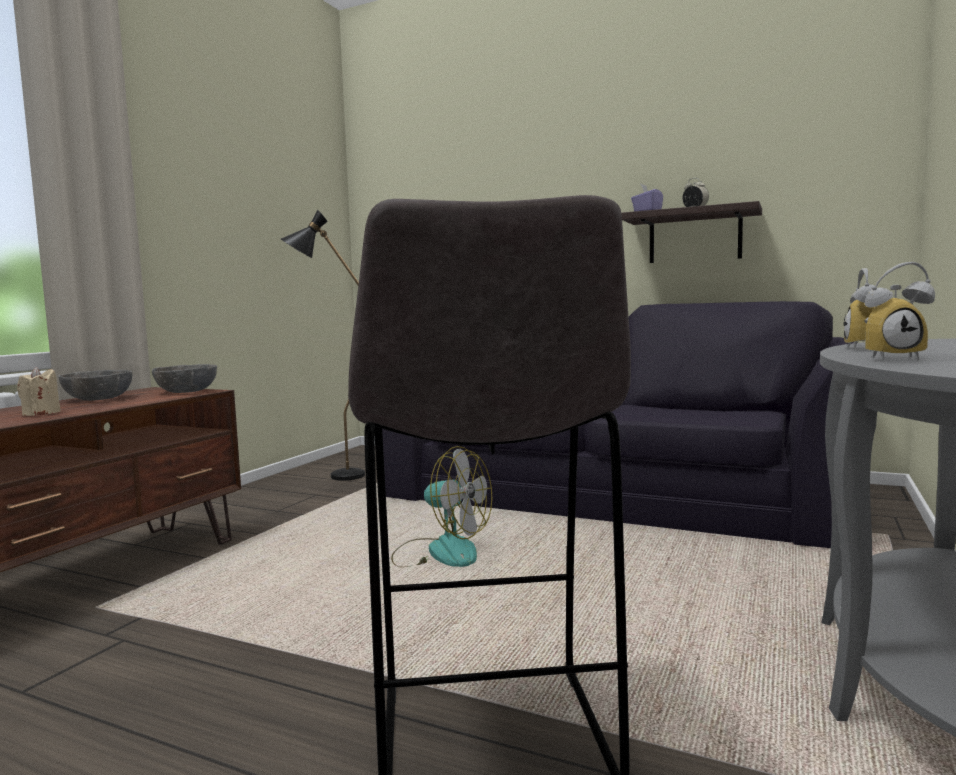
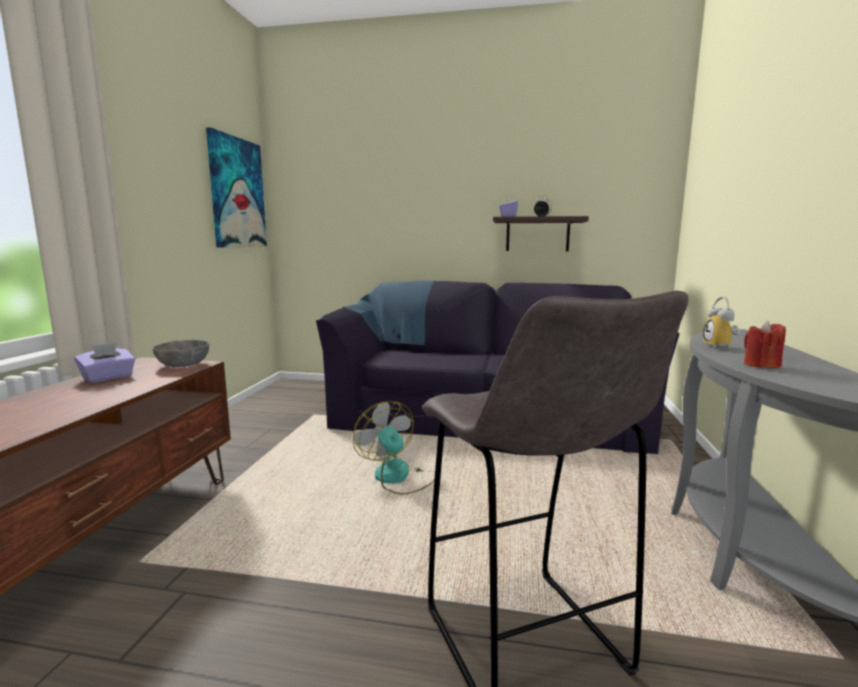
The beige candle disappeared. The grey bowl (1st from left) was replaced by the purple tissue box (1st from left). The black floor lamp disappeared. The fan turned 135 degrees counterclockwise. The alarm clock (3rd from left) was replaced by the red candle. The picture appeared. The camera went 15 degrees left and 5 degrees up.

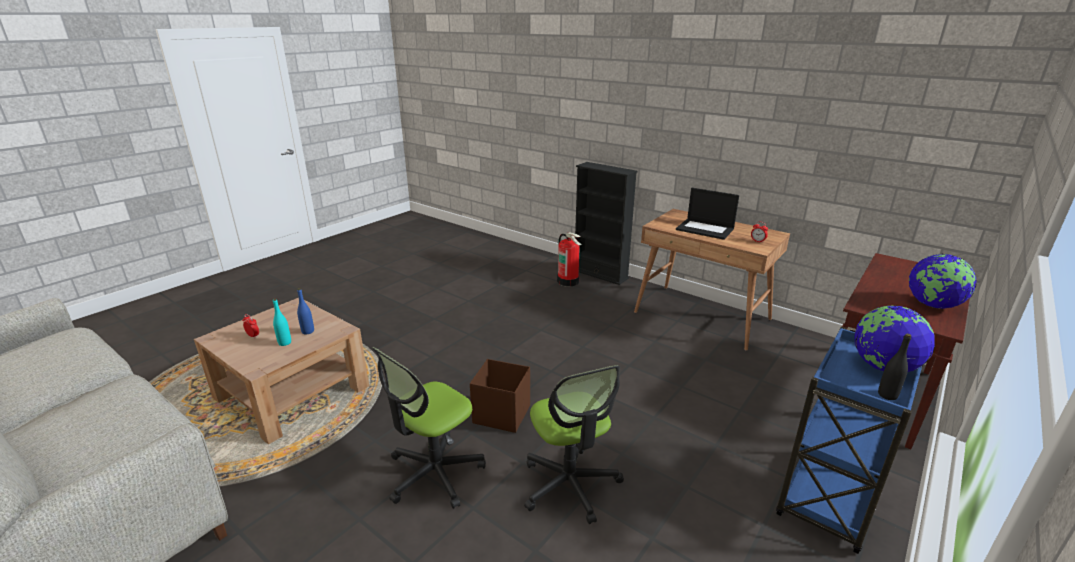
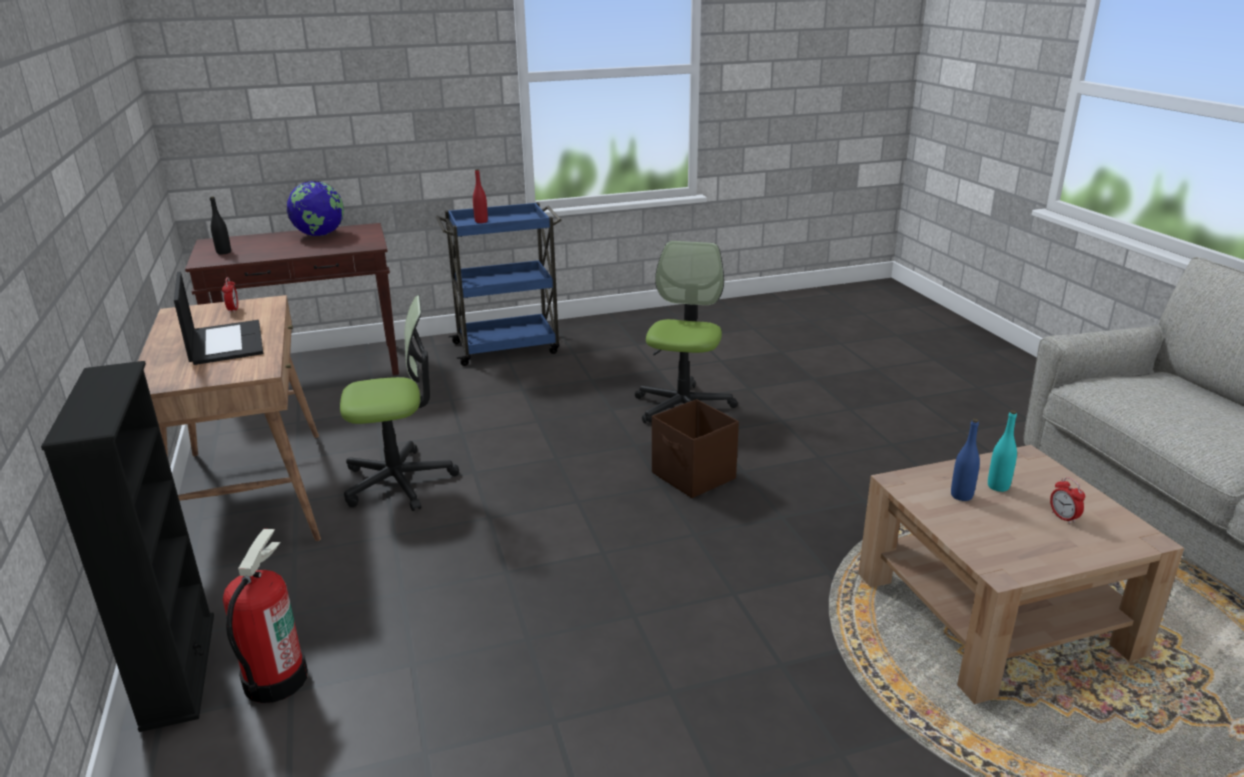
The office chair (1st from left) moved. The globe (1st from left) was replaced by the red bottle. The black bottle moved. The camera went 145 degrees left and 0 degrees up.

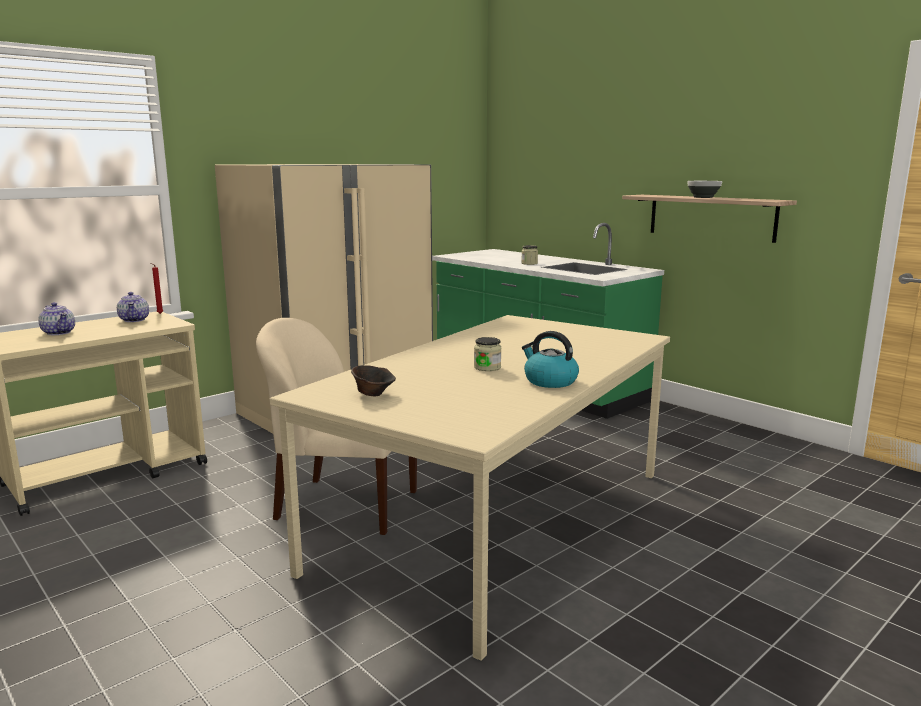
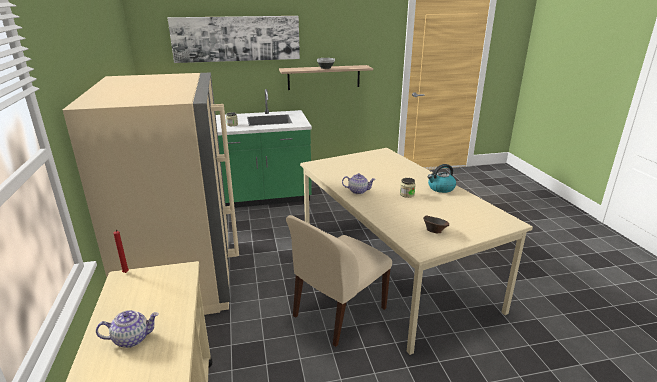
The teapot (2nd from left) moved. The picture appeared. The camera went 60 degrees left and 10 degrees up.

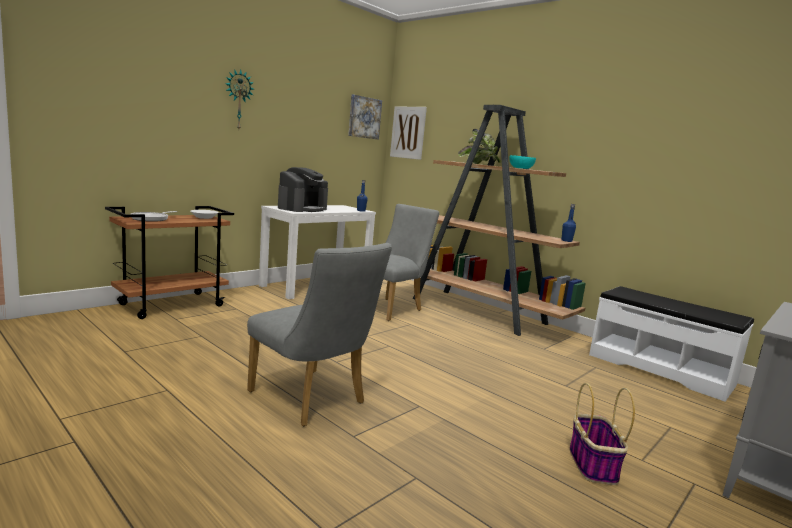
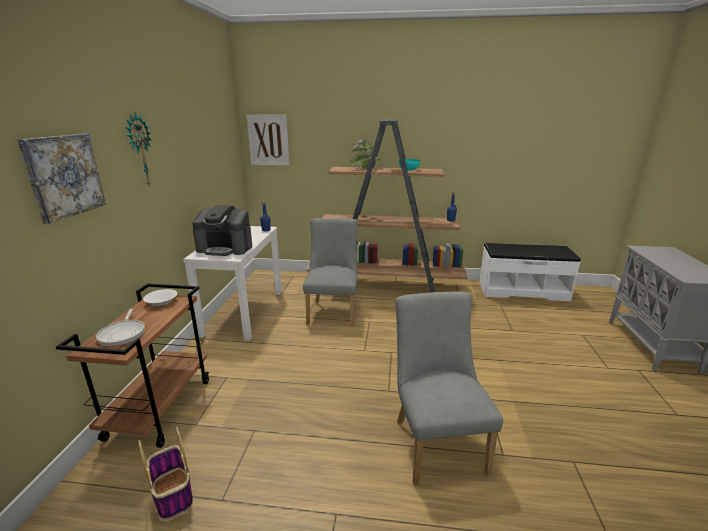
The grey chair (1st from left in the first image) turned 105 degrees counterclockwise. The coffee machine turned 105 degrees clockwise. The picture (1st from left) moved. The basket moved. The camera went 35 degrees left and 10 degrees up.

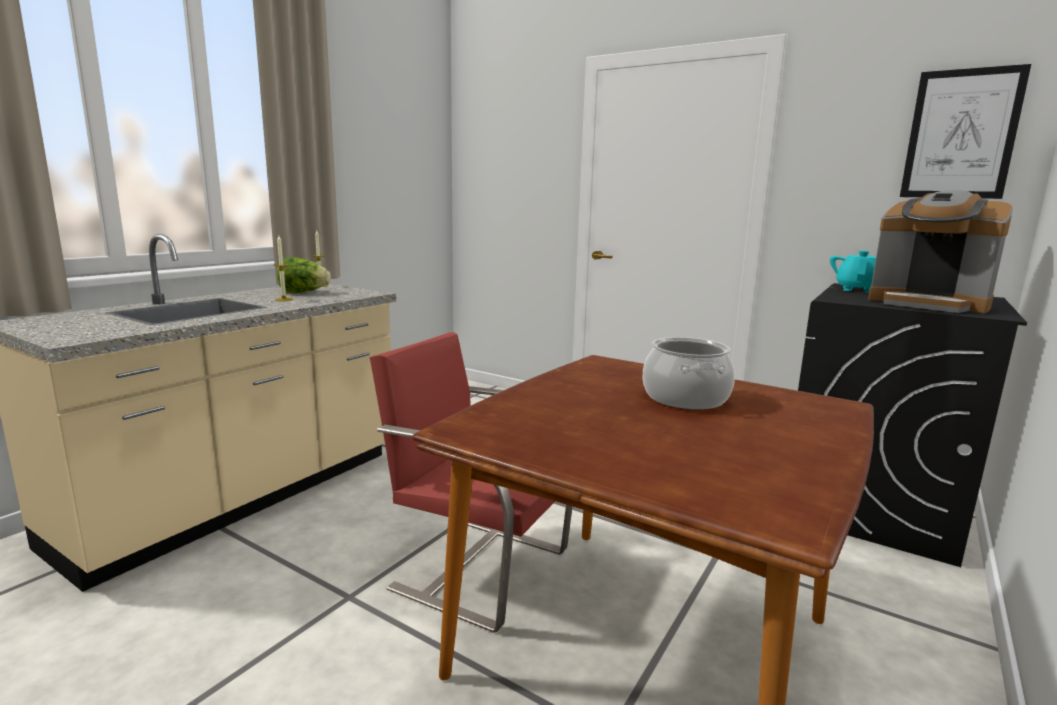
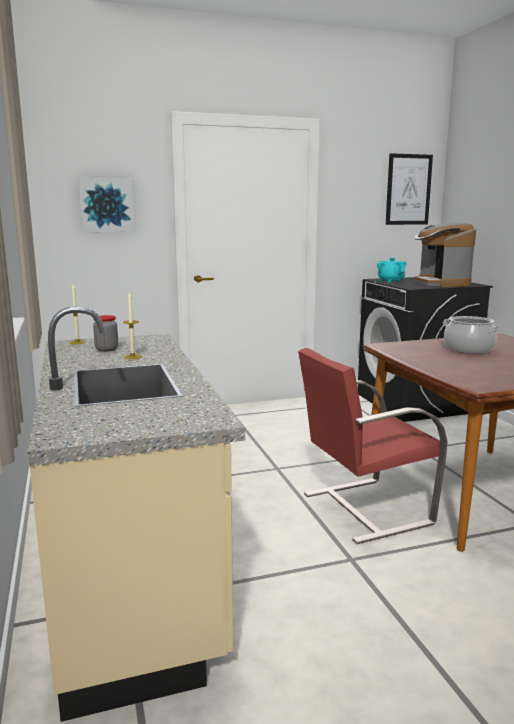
The lettuce was replaced by the jar. The coffee machine turned 90 degrees clockwise. The picture (1st from left) appeared. The camera went 50 degrees left and 0 degrees up.

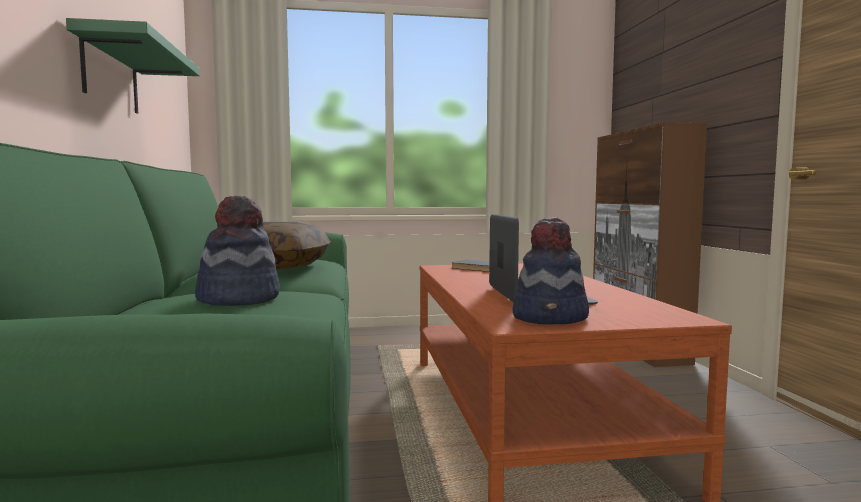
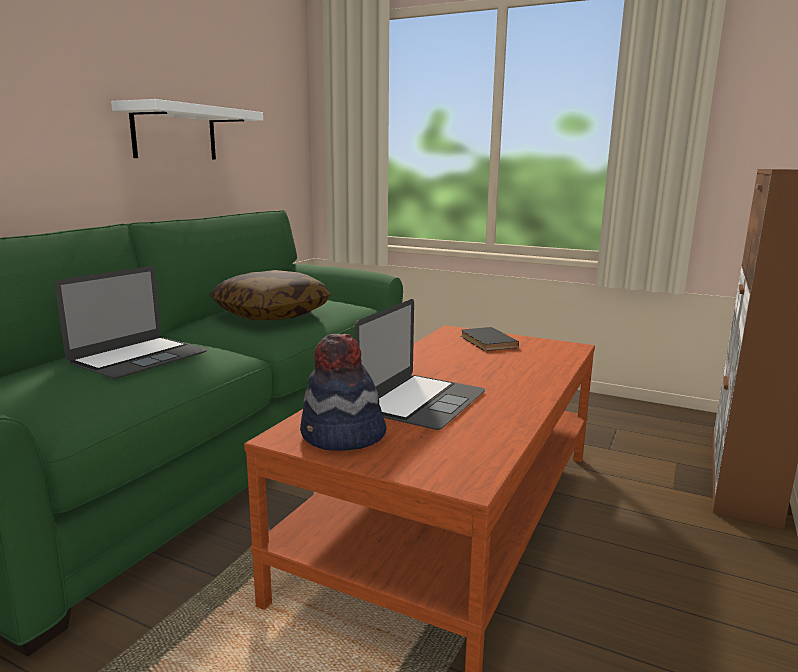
The green shelf became the white shelf. The hat (1st from left) was replaced by the laptop (1st from left). The camera went 35 degrees right and 10 degrees up.

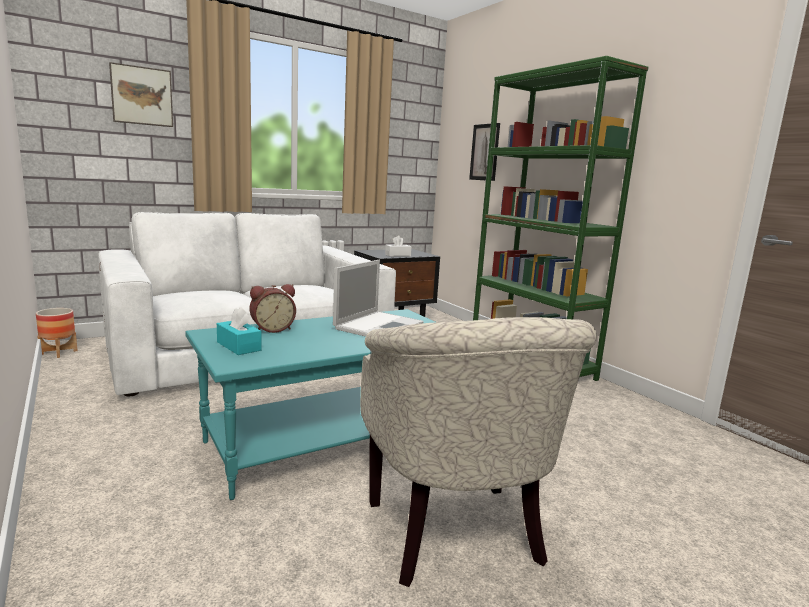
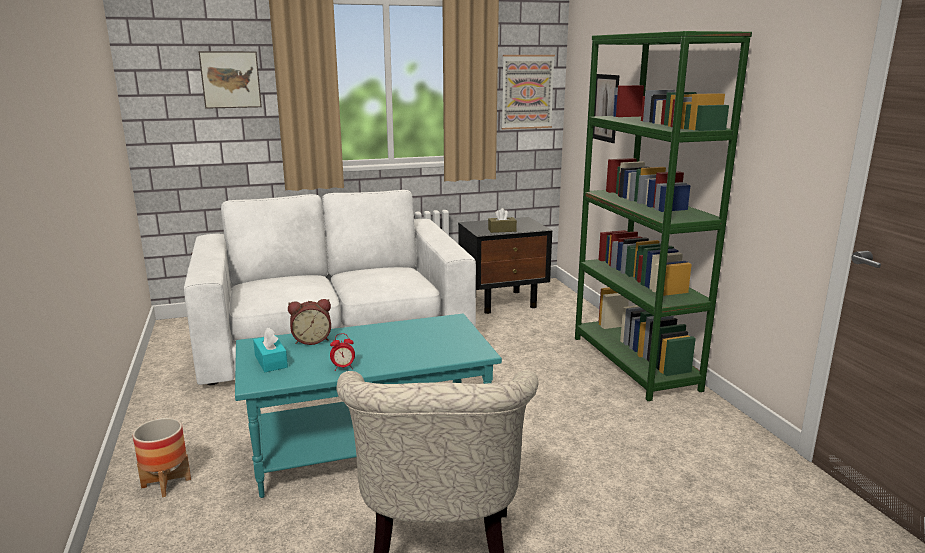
The planter moved. The laptop disappeared. The white tissue box became the brown tissue box. The alarm clock (2nd from left) appeared. The picture (2nd from left) appeared. The camera went 15 degrees right and 5 degrees up.

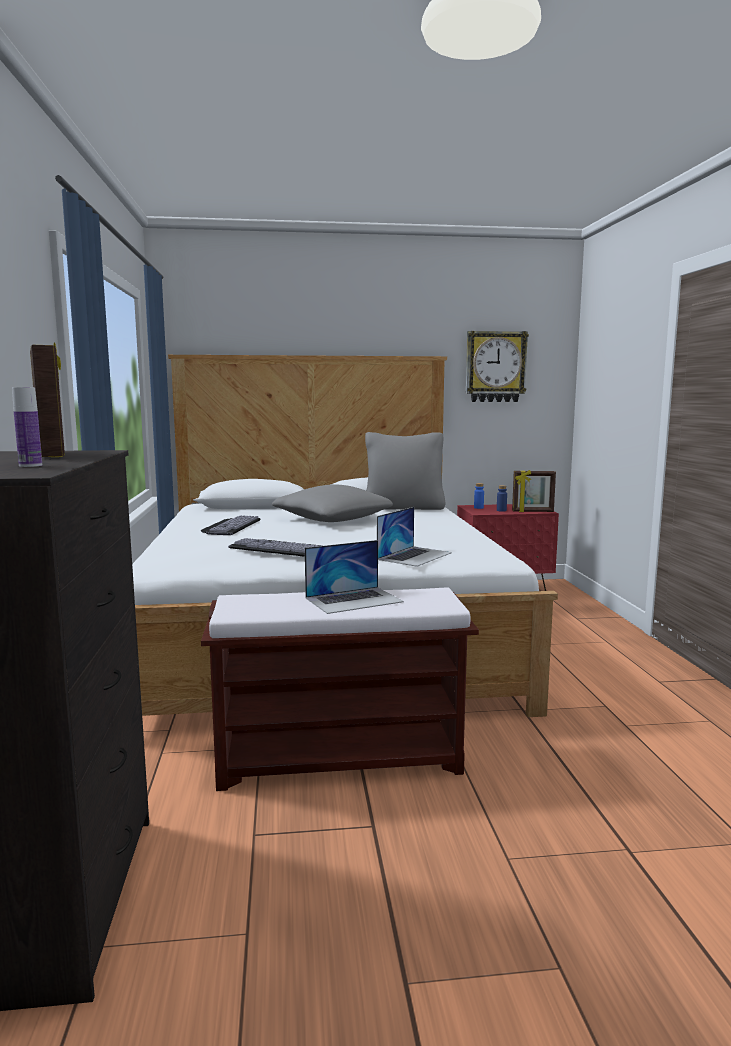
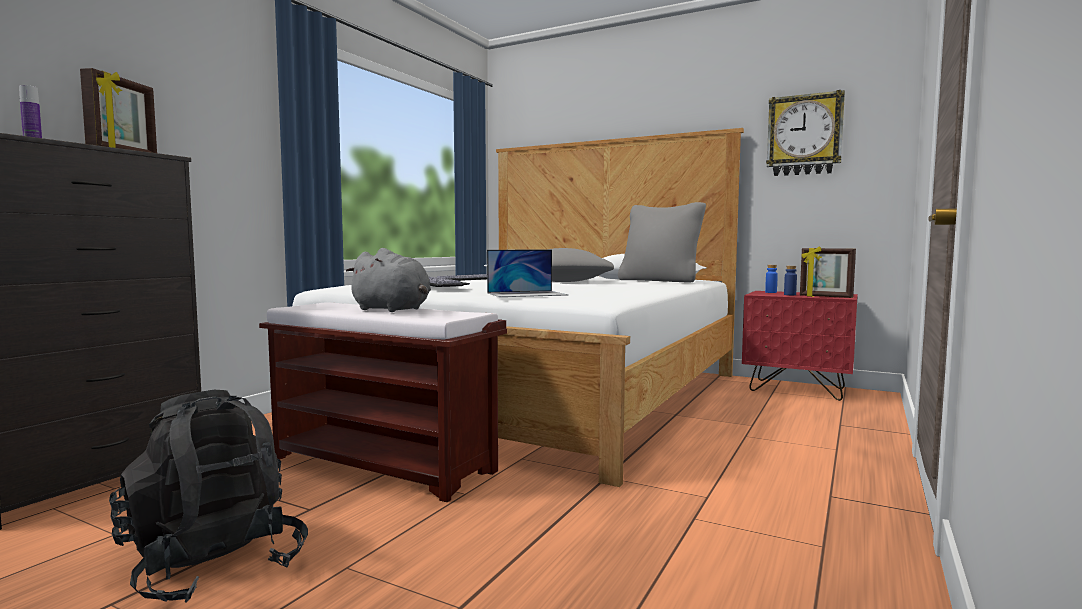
The laptop (1st from left) was replaced by the grey plush toy. The black backpack appeared. The camera went 35 degrees right and 5 degrees down.

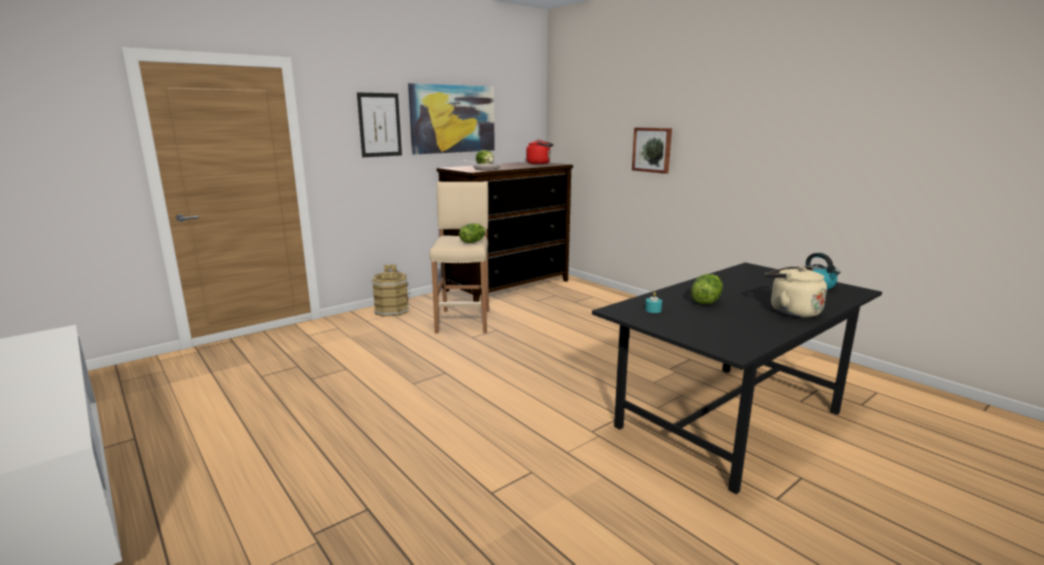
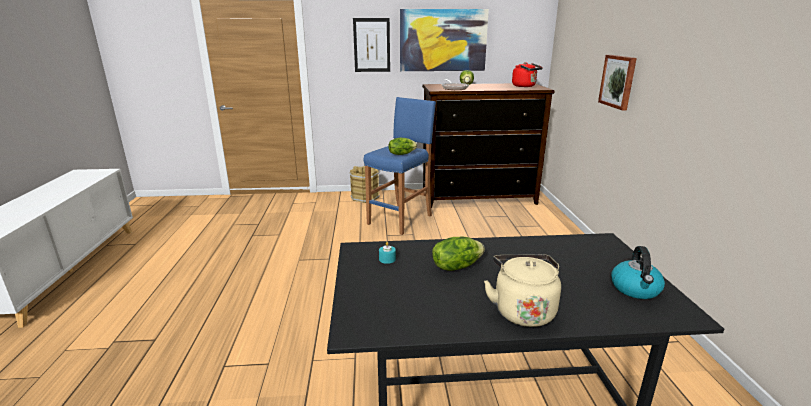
The beige stool became the blue stool. The camera went 35 degrees right and 5 degrees up.

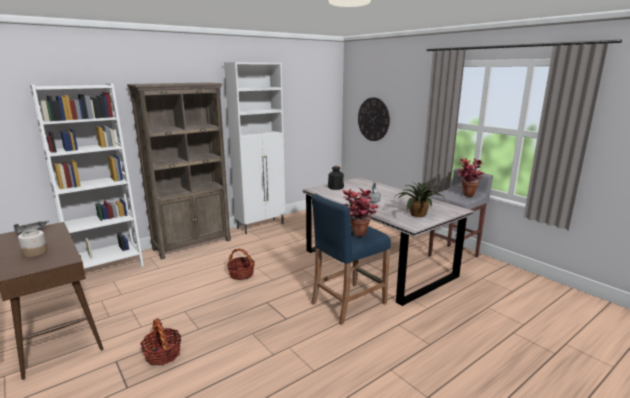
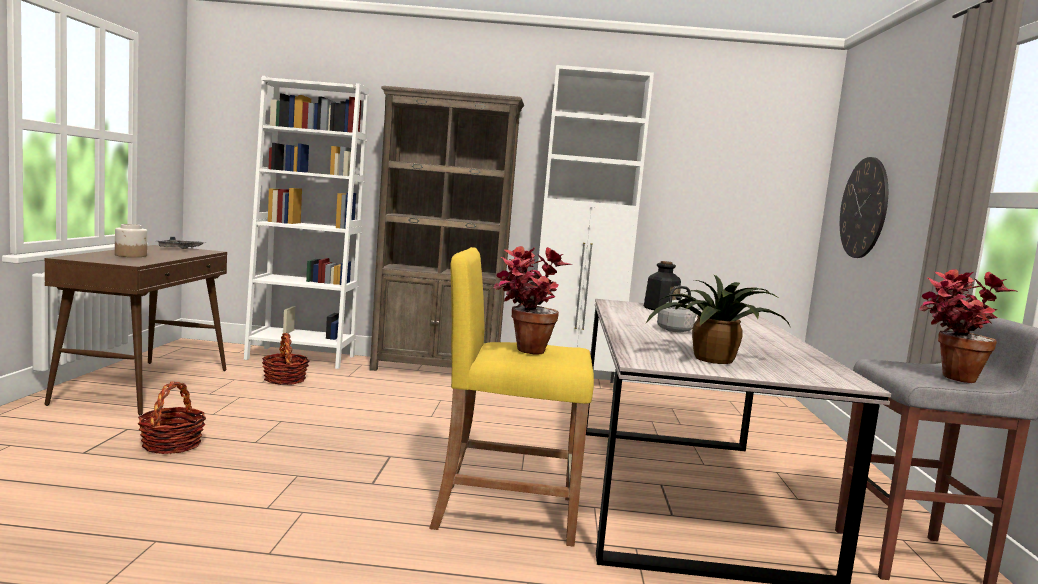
The basket (2nd from left) moved. The blue stool became the yellow stool. The camera went 40 degrees right and 10 degrees down.

